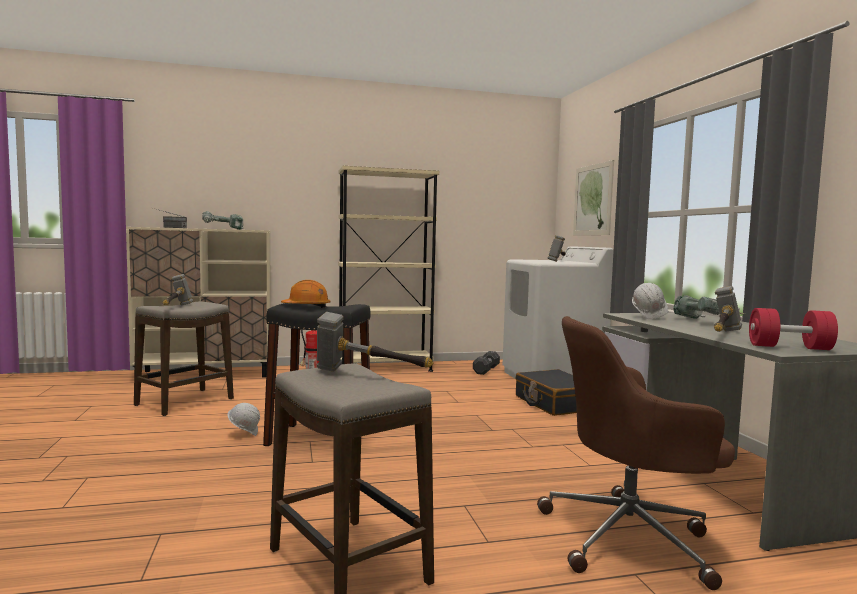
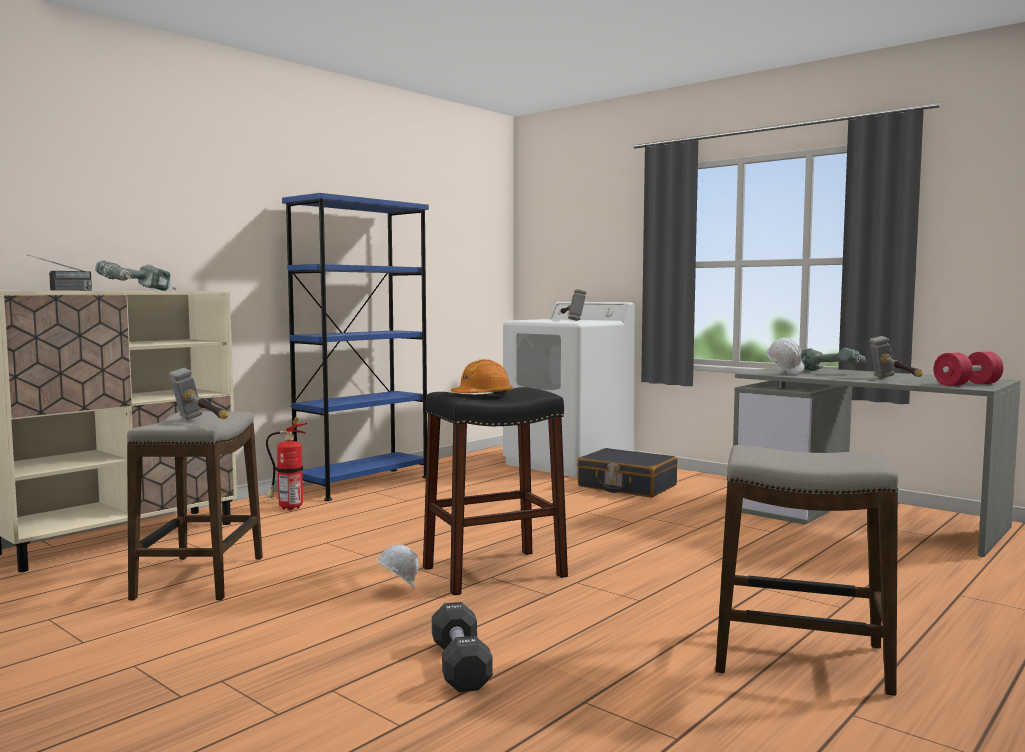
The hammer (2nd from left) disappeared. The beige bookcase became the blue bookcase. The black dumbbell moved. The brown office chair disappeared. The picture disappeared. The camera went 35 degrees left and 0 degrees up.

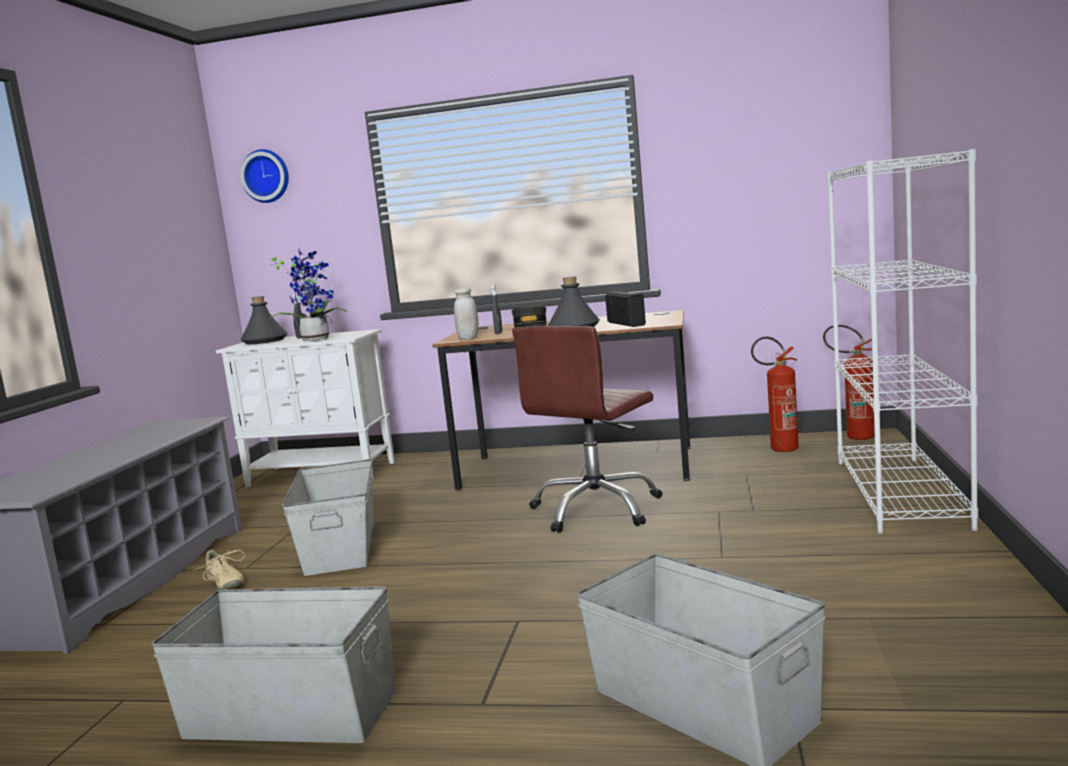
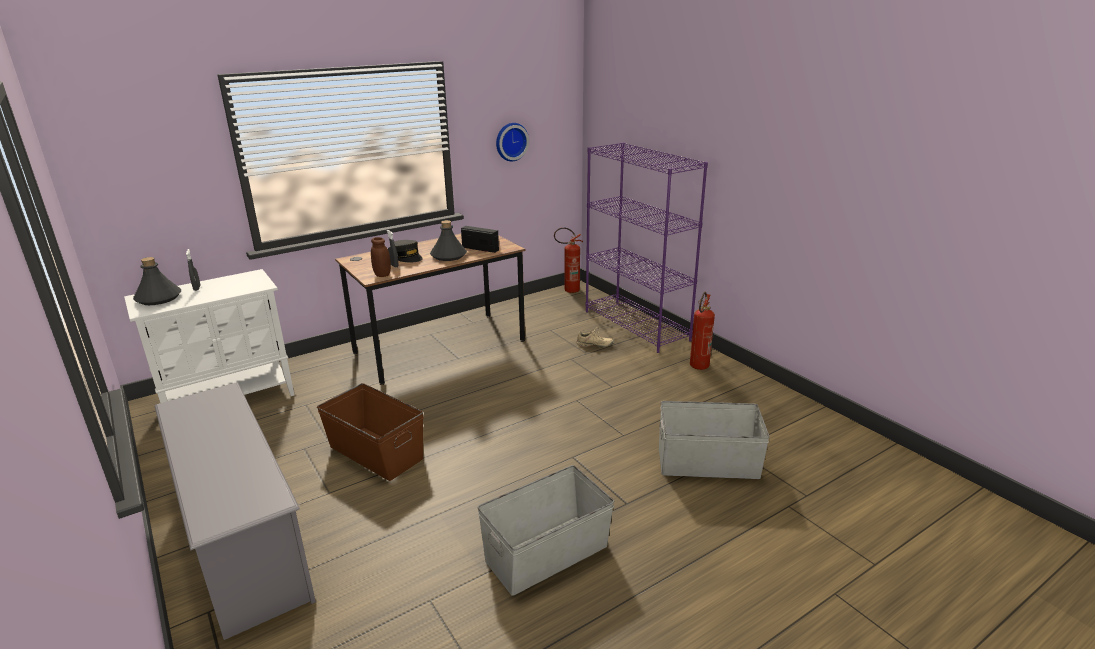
The beige shoe moved. The wall clock moved. The potted plant disappeared. The grey storage box (2nd from left) became the brown storage box. The white jar became the brown jar. The brown office chair disappeared. The fire extinguisher (1st from left in the first image) moved. The white bookcase became the purple bookcase. The camera went 45 degrees left and 15 degrees up.

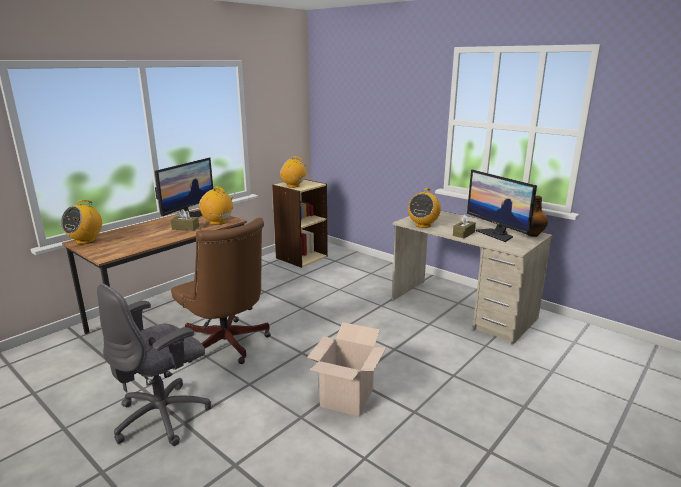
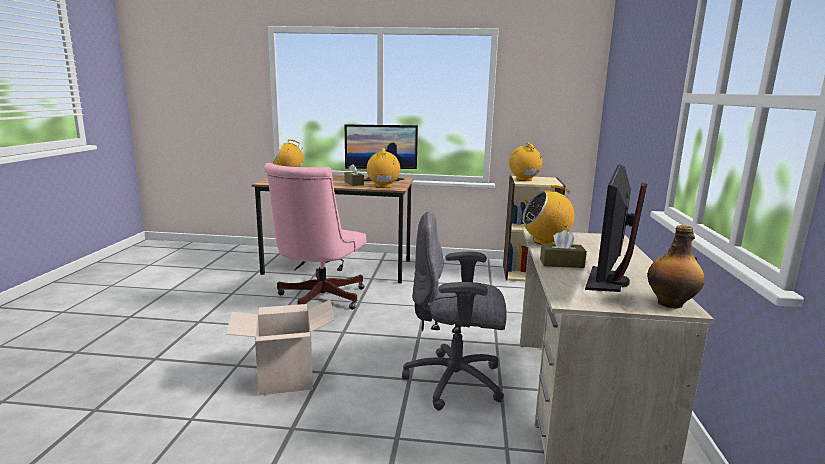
The grey office chair moved. The brown office chair became the pink office chair. The camera went 55 degrees right and 5 degrees down.

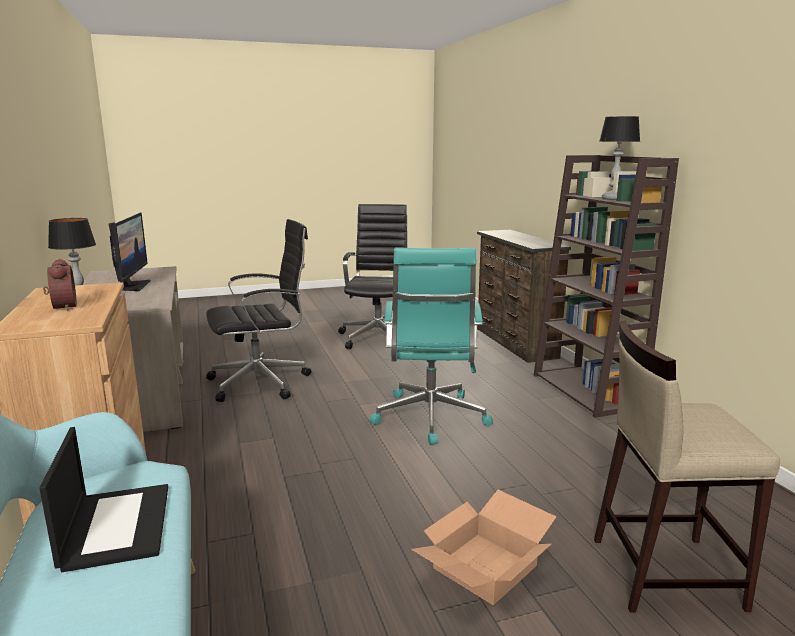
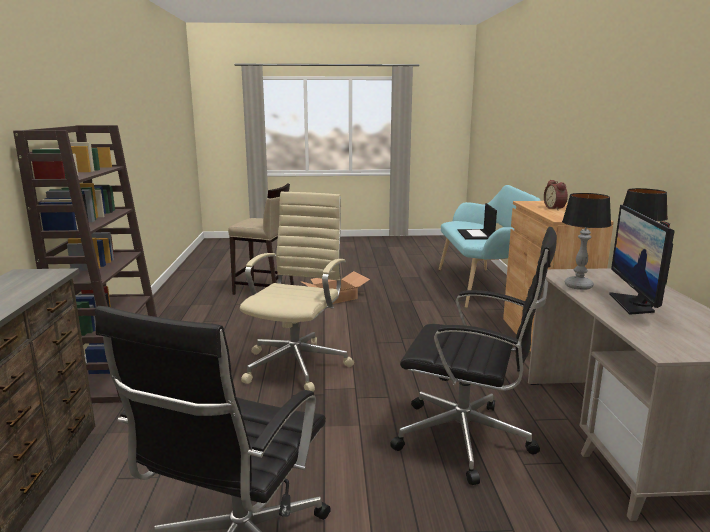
The black office chair (1st from left in the first image) turned 150 degrees counterclockwise. The turquoise office chair became the beige office chair. The table lamp (2nd from left in the first image) moved. The camera went 165 degrees left and 0 degrees up.

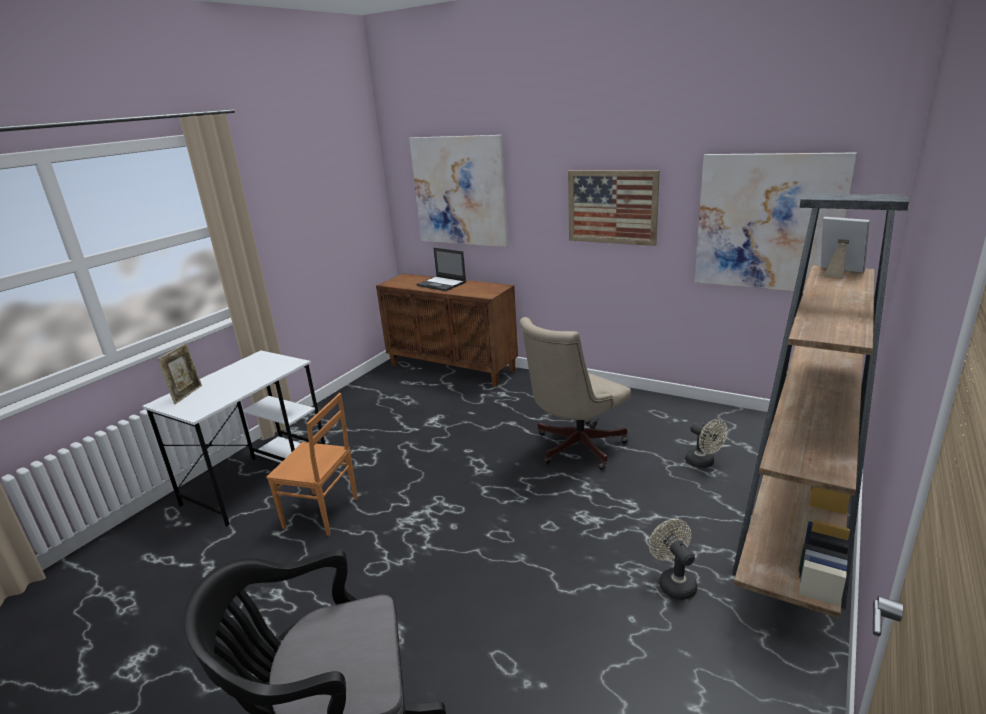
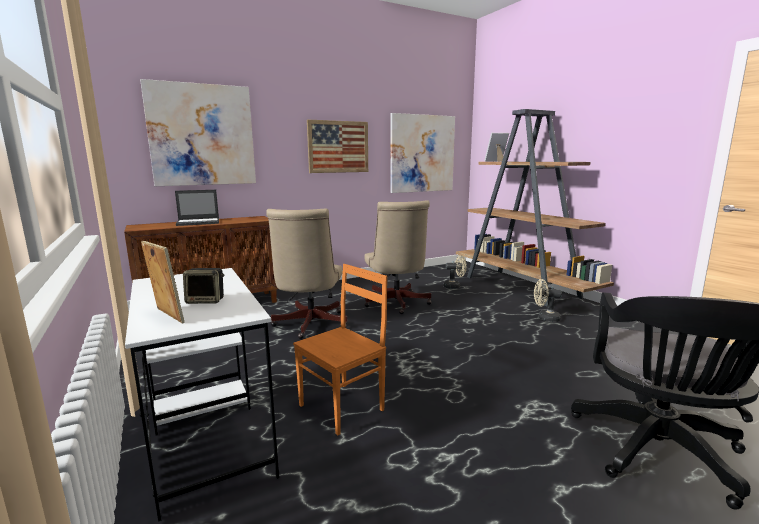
The speaker appeared. The beige office chair (1st from left) appeared. The camera went 60 degrees left and 10 degrees down.

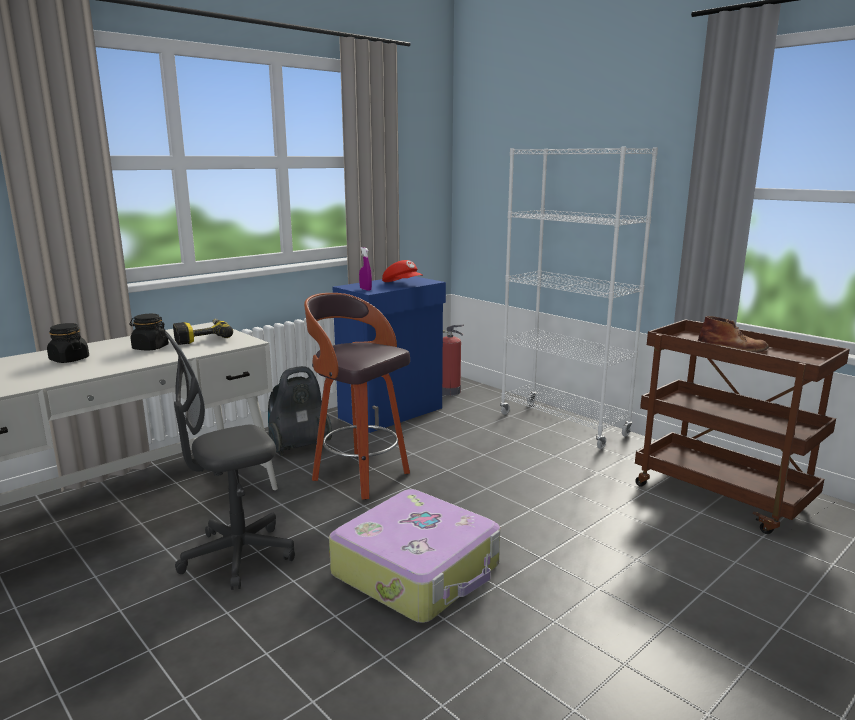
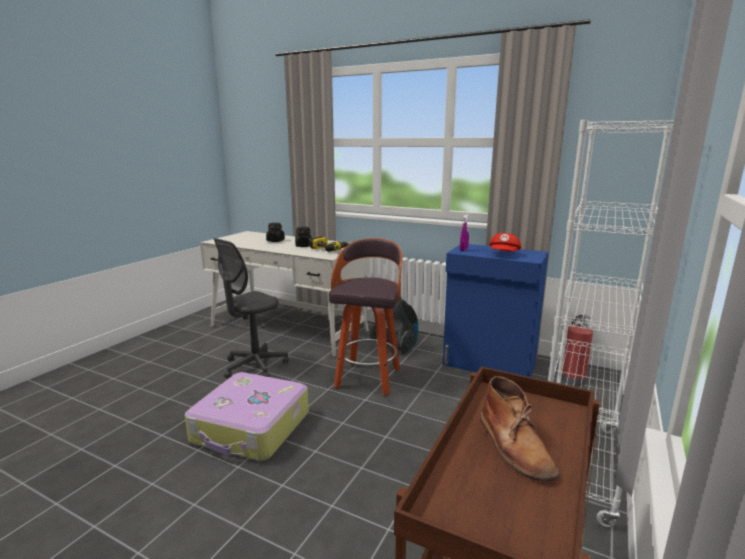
The grey office chair turned 90 degrees counterclockwise. The camera went 70 degrees right and 0 degrees up.

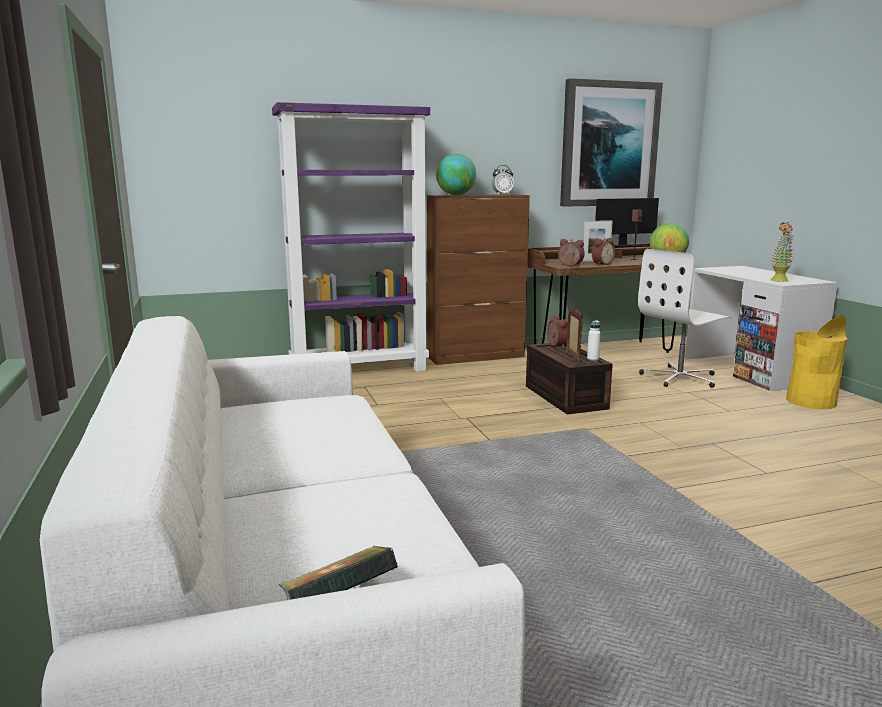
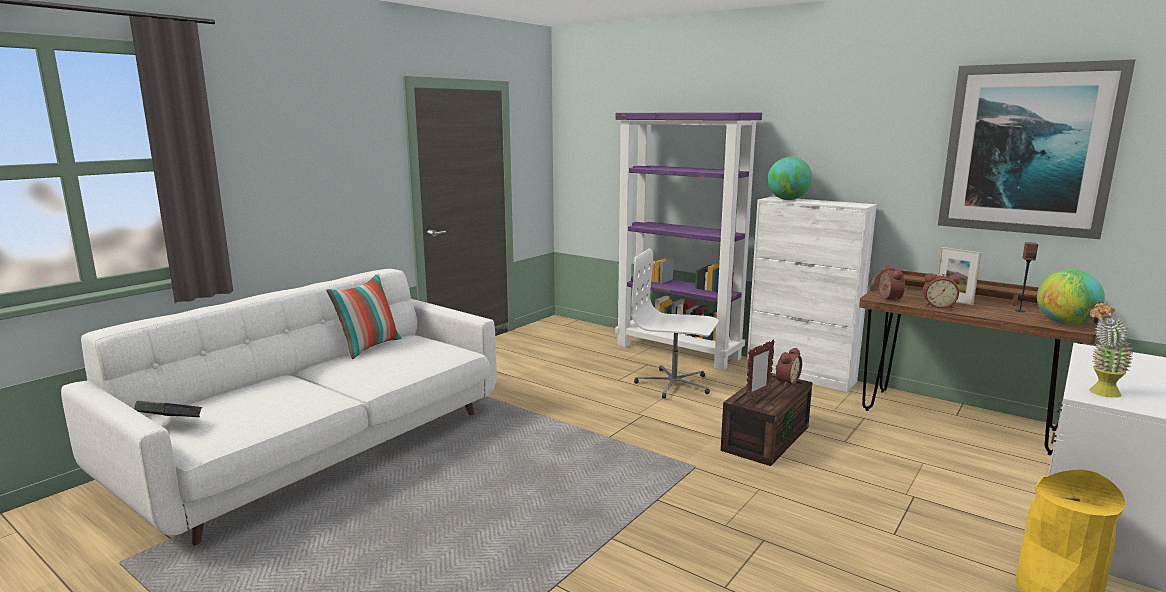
The brown cabinet became the white cabinet. The alarm clock (1st from left) disappeared. The white bottle disappeared. The monitor disappeared. The white office chair moved. The pillow appeared. The camera went 55 degrees right and 0 degrees up.

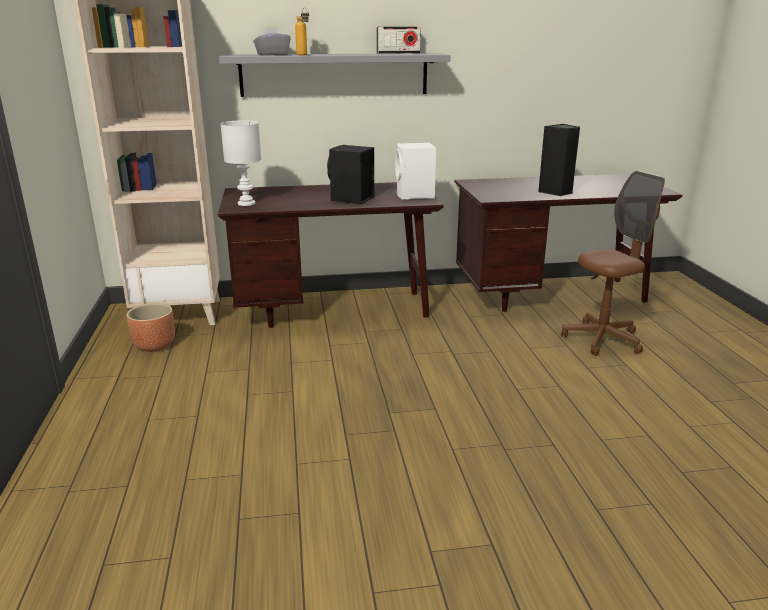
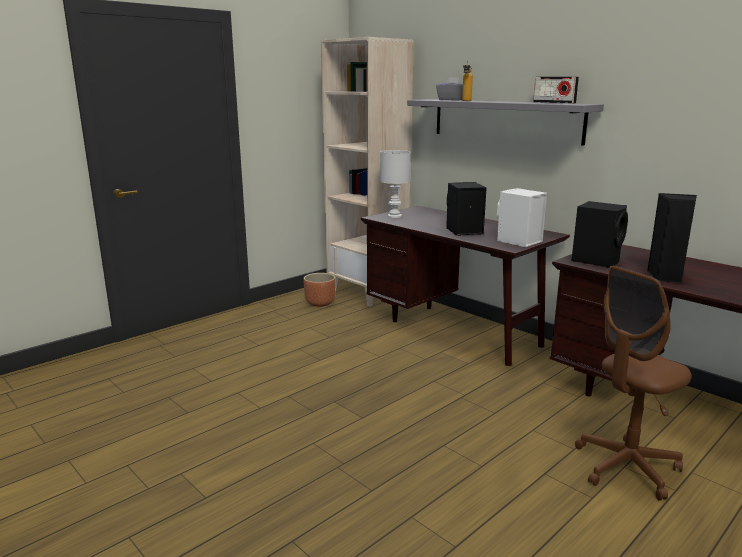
The brown office chair turned 120 degrees clockwise. The black speaker (2nd from left) appeared. The camera went 55 degrees right and 5 degrees down.

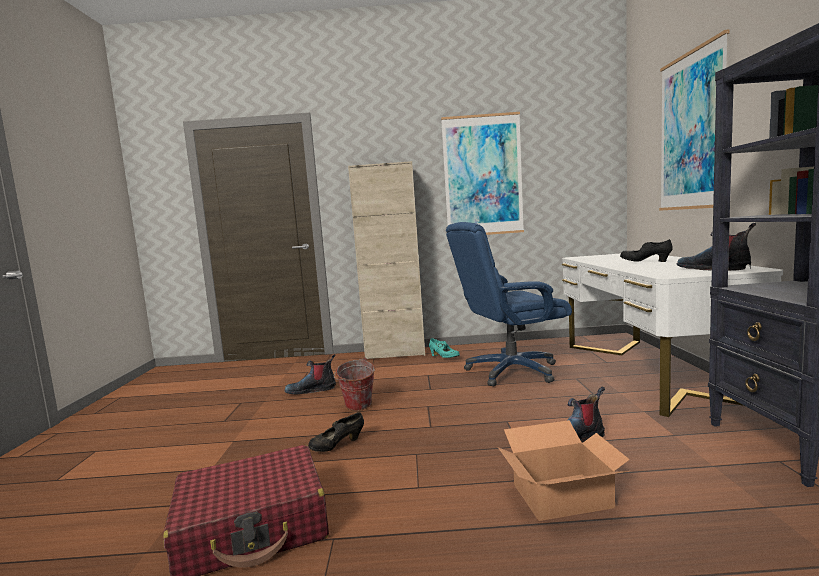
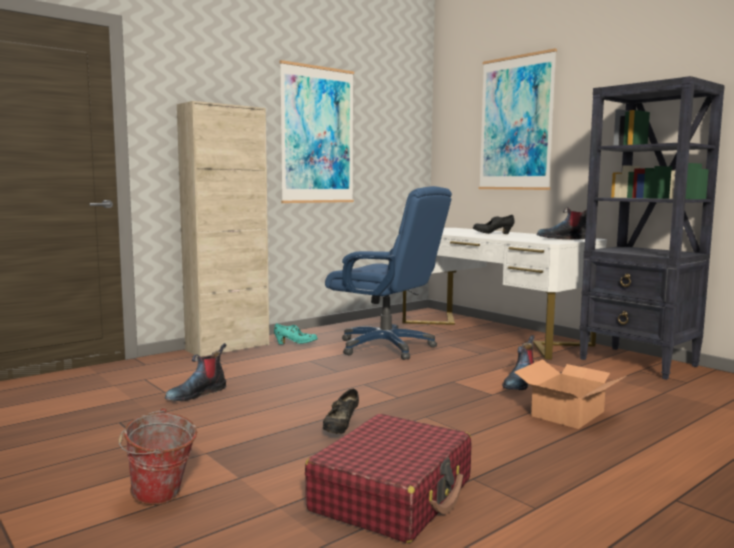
The bucket moved. The blue office chair turned 90 degrees counterclockwise. The camera went 40 degrees left and 0 degrees up.

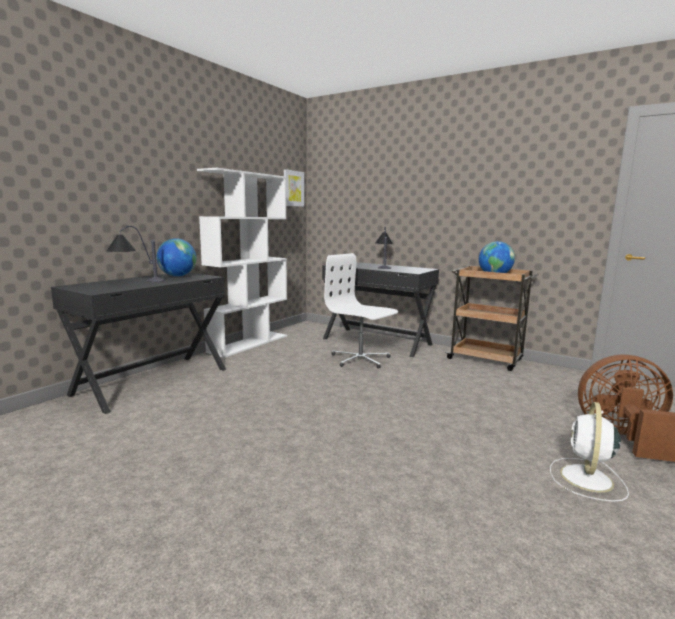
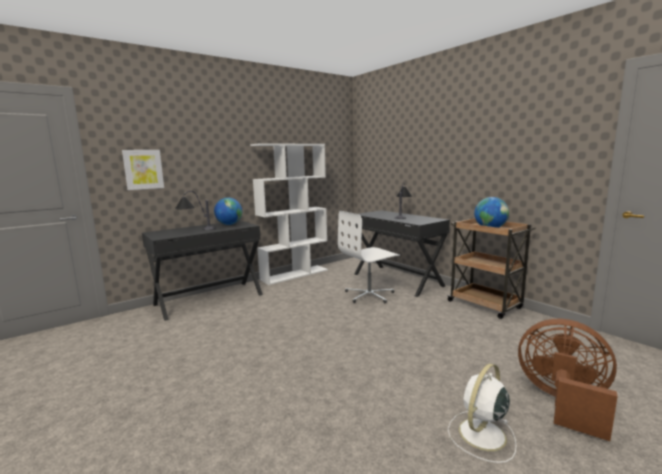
The picture moved. The white office chair turned 90 degrees counterclockwise. The camera went 20 degrees right and 0 degrees up.

